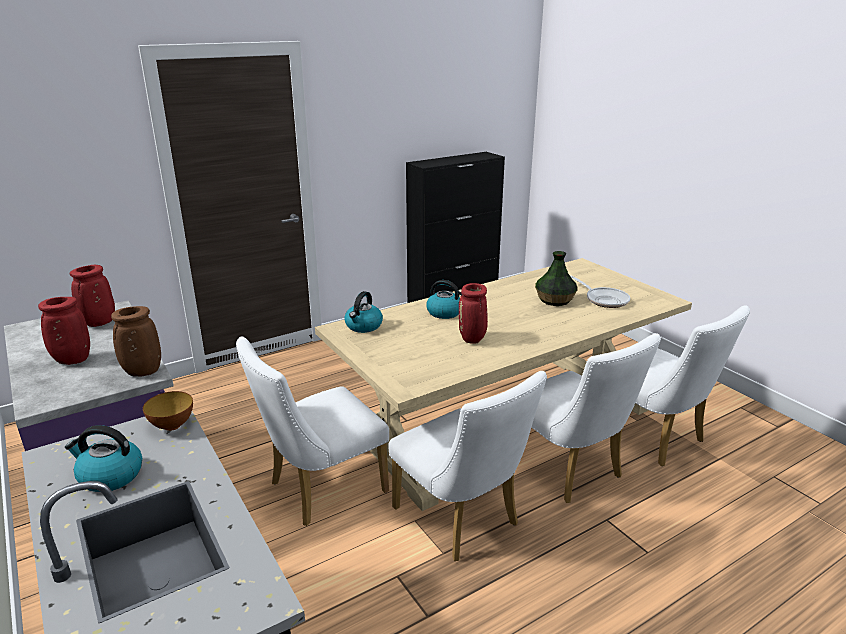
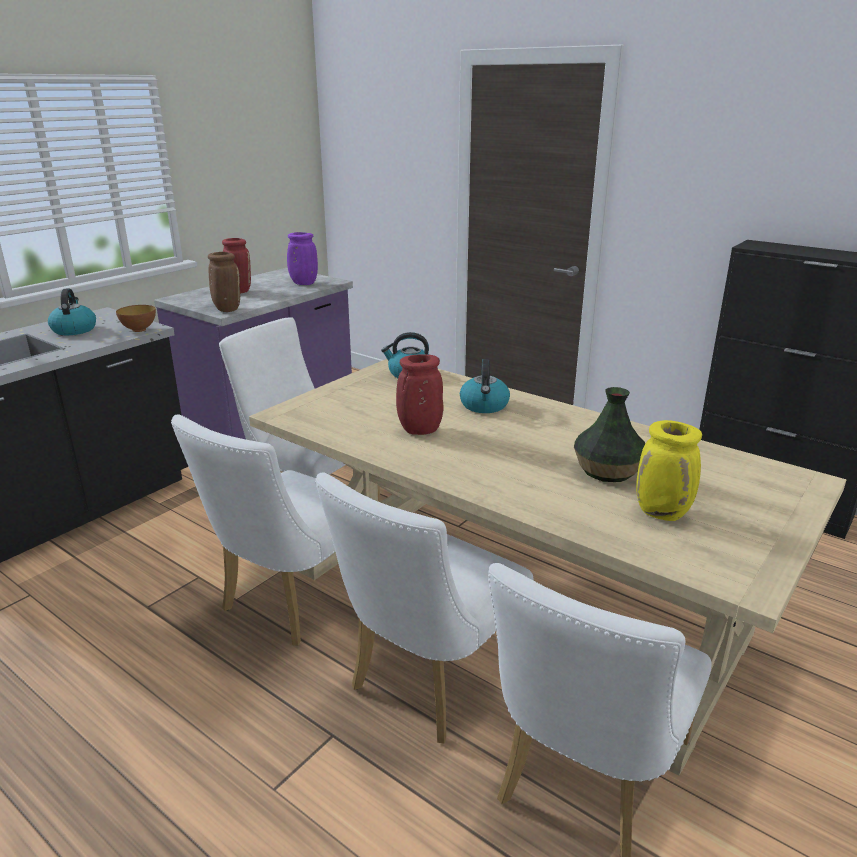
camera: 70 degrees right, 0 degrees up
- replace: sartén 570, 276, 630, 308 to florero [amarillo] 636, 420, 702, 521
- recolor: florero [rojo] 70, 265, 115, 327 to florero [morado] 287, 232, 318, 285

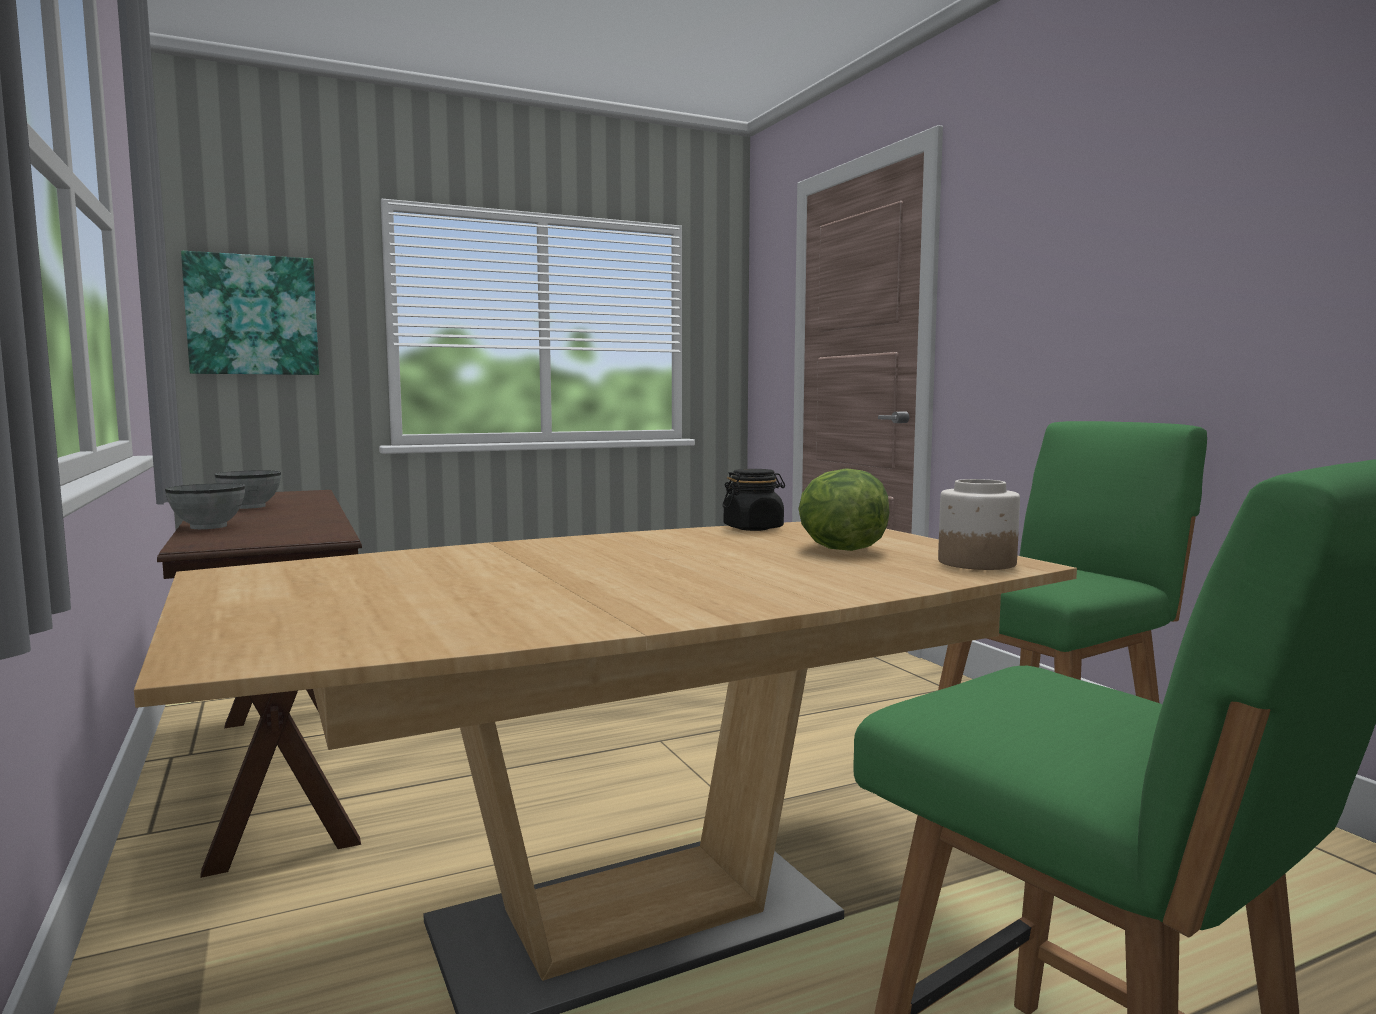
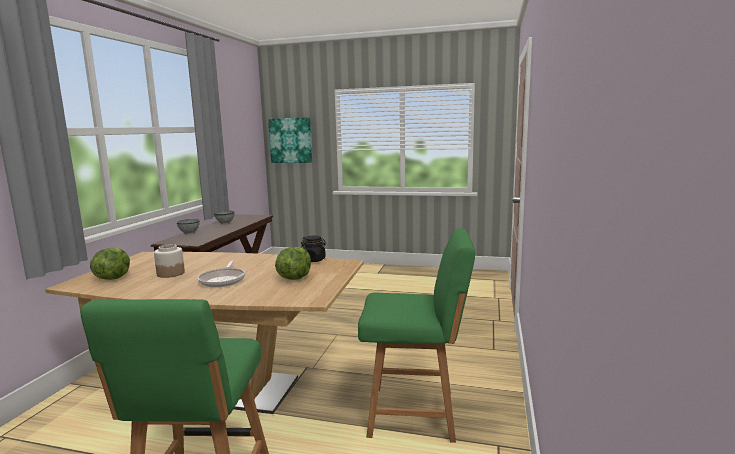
camera: 40 degrees right, 5 degrees up
- insert: lechuga 90, 248, 130, 280
- insert: sartén 198, 261, 245, 287
- move: tarro 938, 479, 1020, 570 to 154, 244, 185, 278

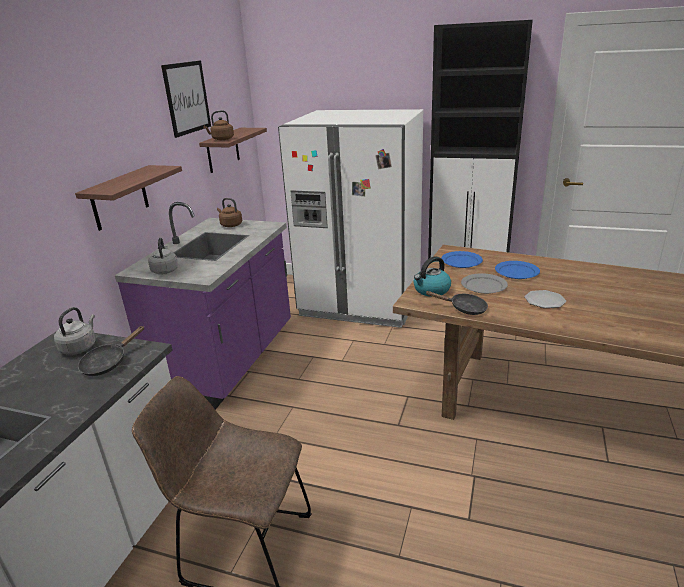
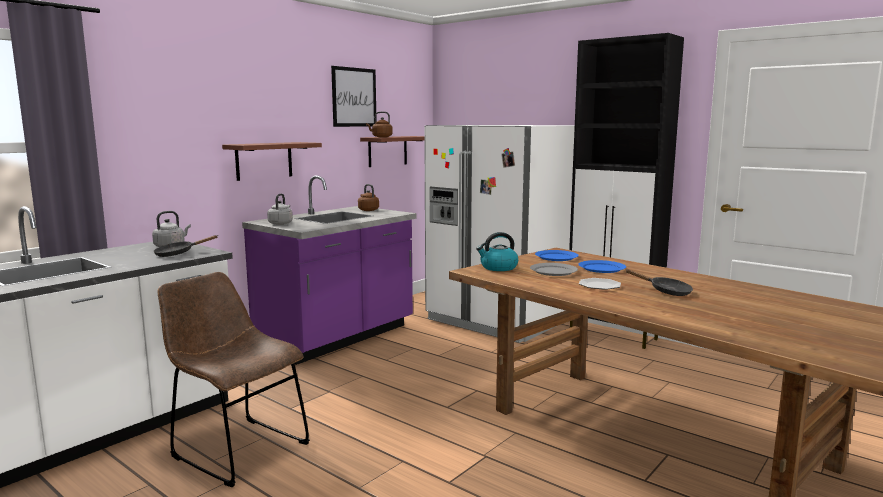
camera: 20 degrees right, 15 degrees down
- move: sartén [negro] 425, 291, 488, 315 to 626, 269, 693, 296

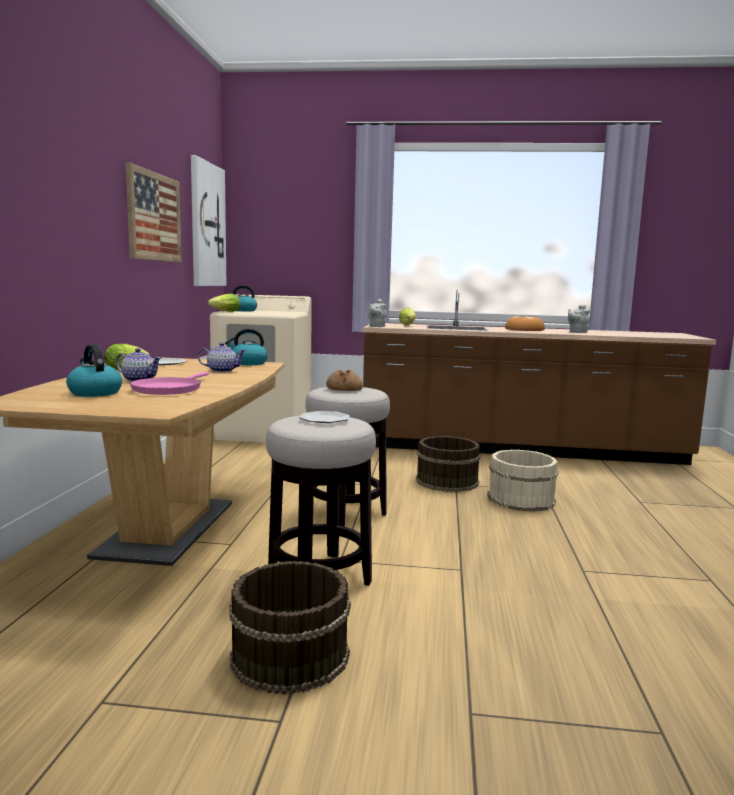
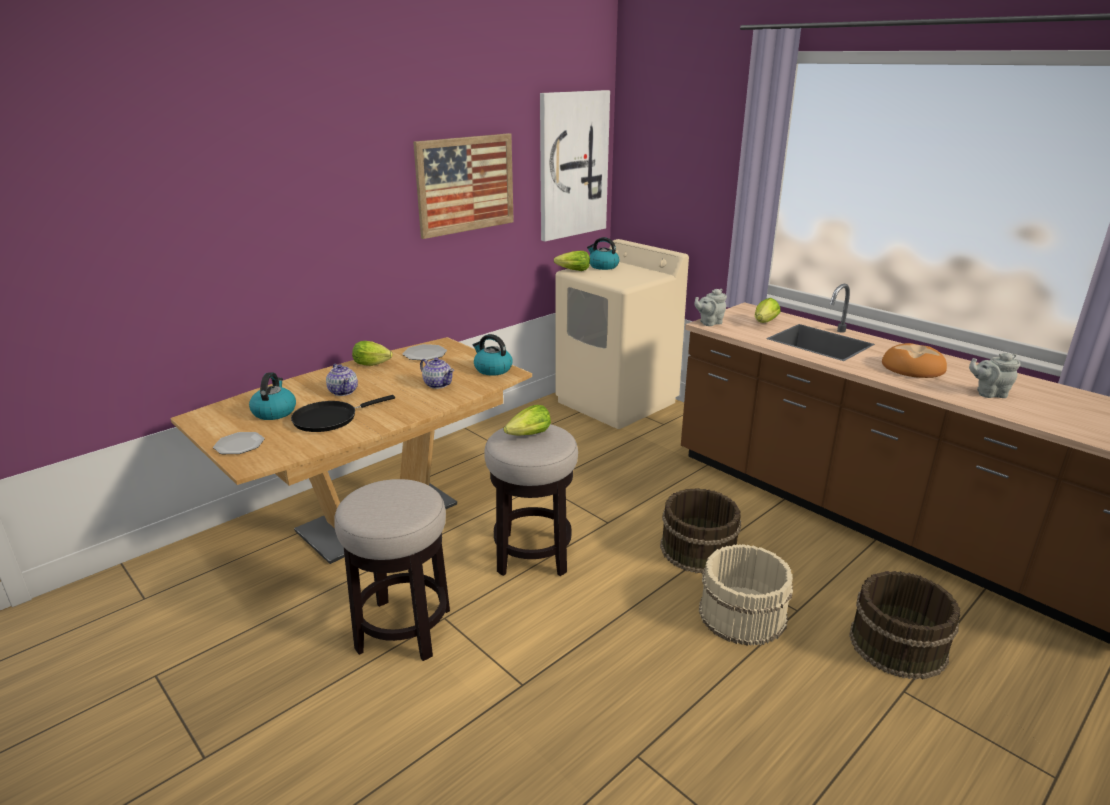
camera: 40 degrees right, 15 degrees up
- move: cubo [marrón] 229, 561, 351, 695 to 849, 571, 960, 680
- move: plato 299, 411, 350, 423 to 213, 432, 265, 454
- replace: pan 326, 370, 363, 391 to lechuga 504, 405, 551, 436
- recolor: sartén [rosa] 130, 372, 209, 395 to sartén [negro] 291, 395, 395, 432

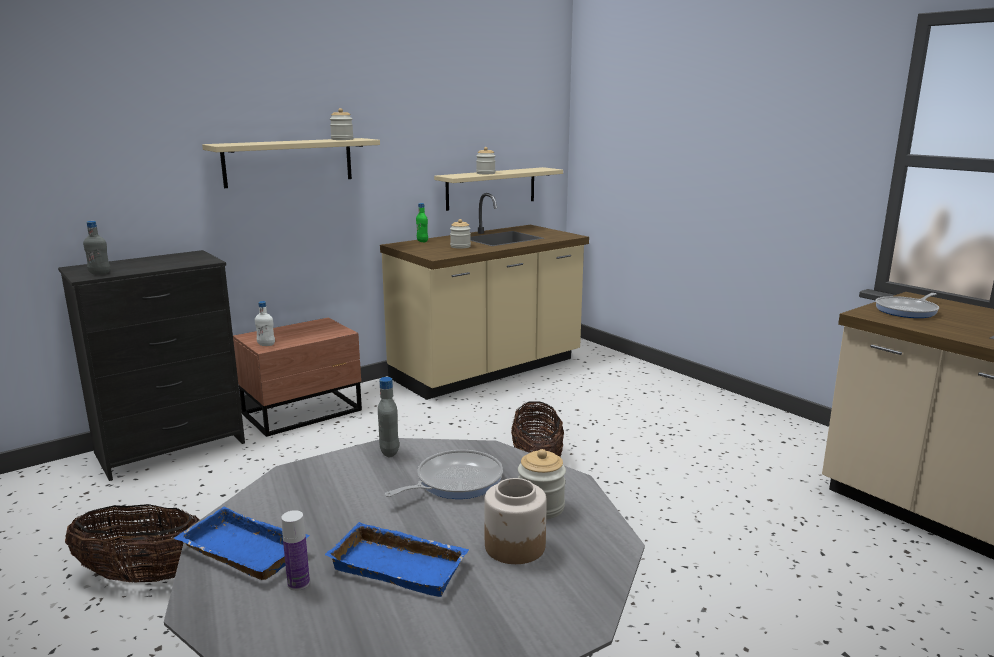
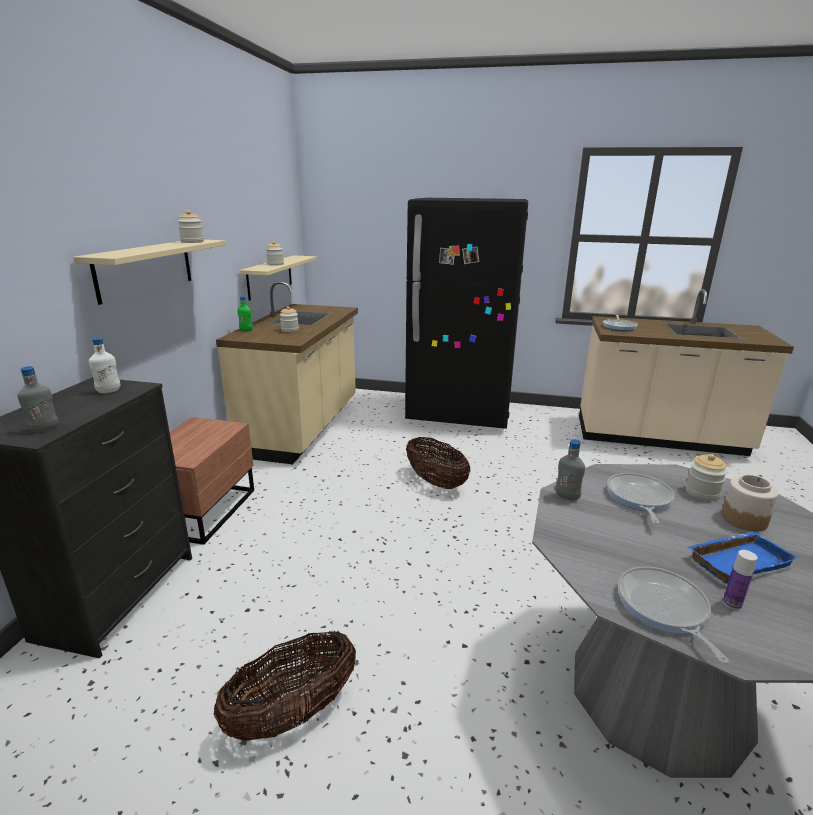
camera: 40 degrees left, 5 degrees up
- insert: nevera [negro] 405, 198, 528, 429
- move: botella [blanco] 255, 301, 275, 346 to 89, 337, 120, 393
- replace: bandeja [azul] 174, 507, 310, 580 to sartén 618, 566, 729, 664

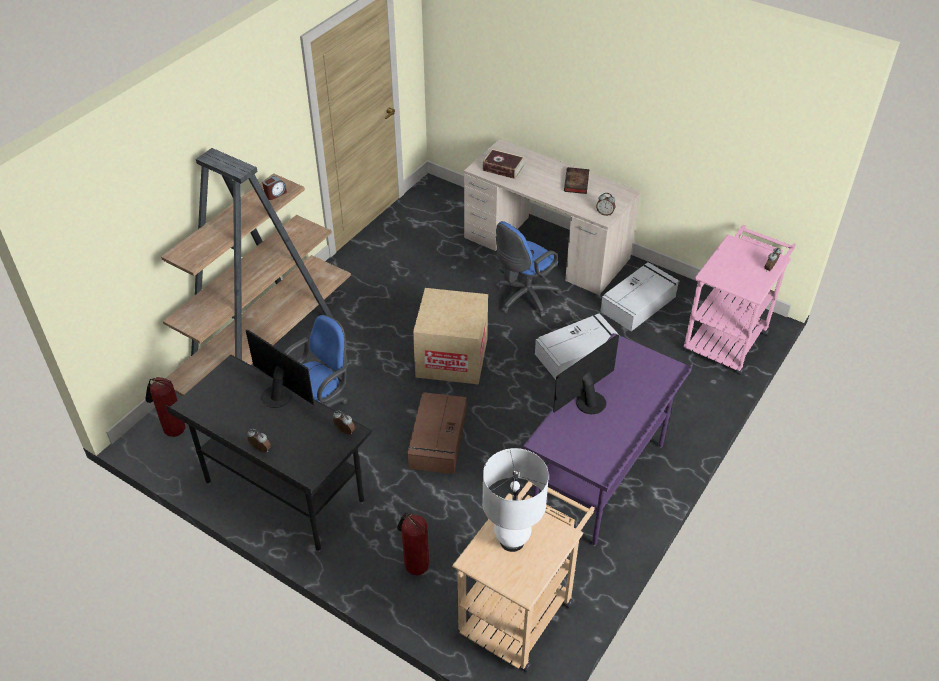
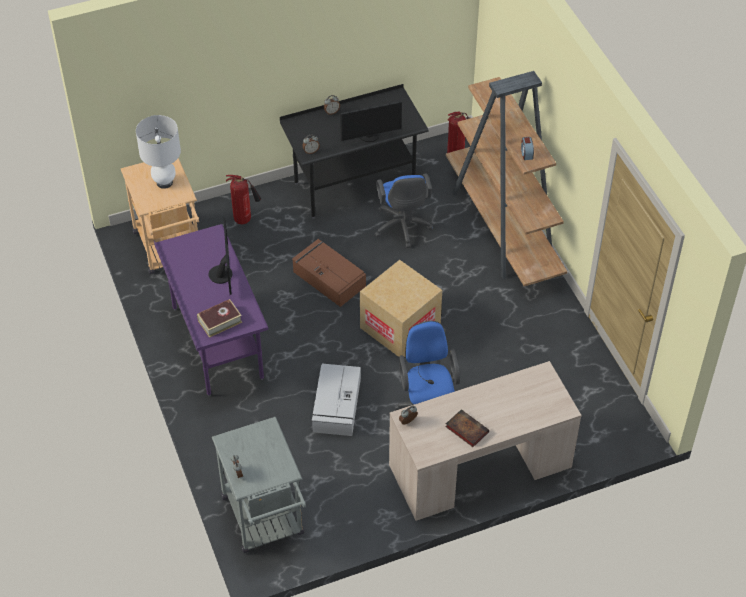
camera: 125 degrees right, 5 degrees up
- delete: caja de almacenaje [gris] 600, 262, 679, 331
- move: libro 483, 149, 525, 179 to 197, 299, 242, 338
- recolor: carrito [rosa] 682, 225, 796, 375 to carrito [gris] 212, 417, 306, 553

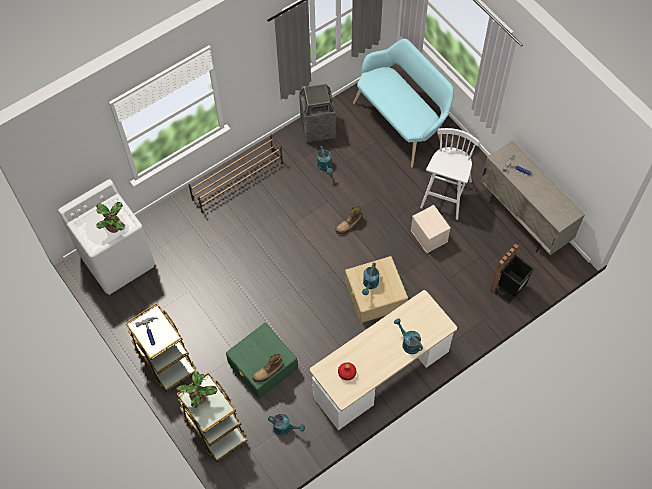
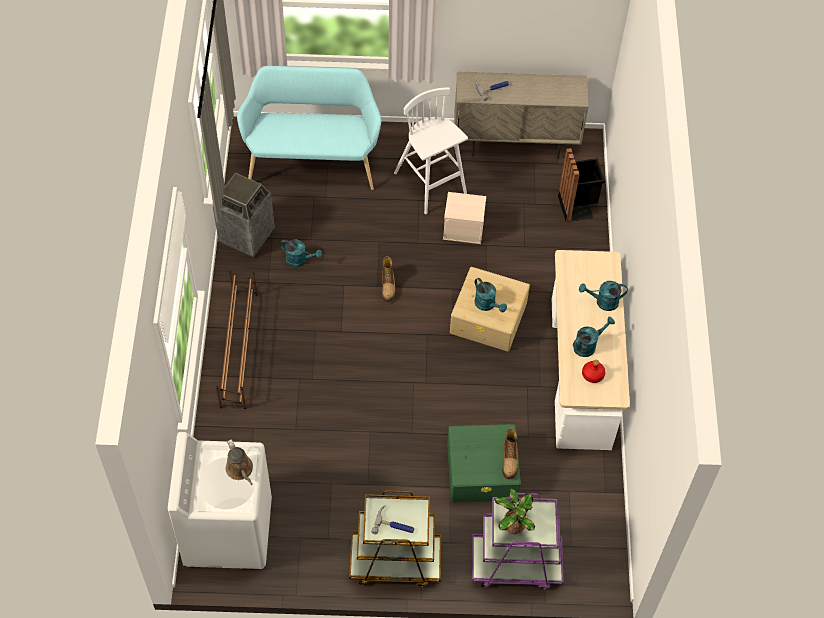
camera: 55 degrees left, 5 degrees down
- move: regadera [turquesa] 268, 414, 305, 435 to 573, 317, 615, 357
- replace: planta en maceta 96, 202, 125, 233 to regadera [marrón] 226, 439, 253, 485
- recolor: carrito [marrón] 177, 372, 247, 462 to carrito [morado] 472, 493, 564, 590

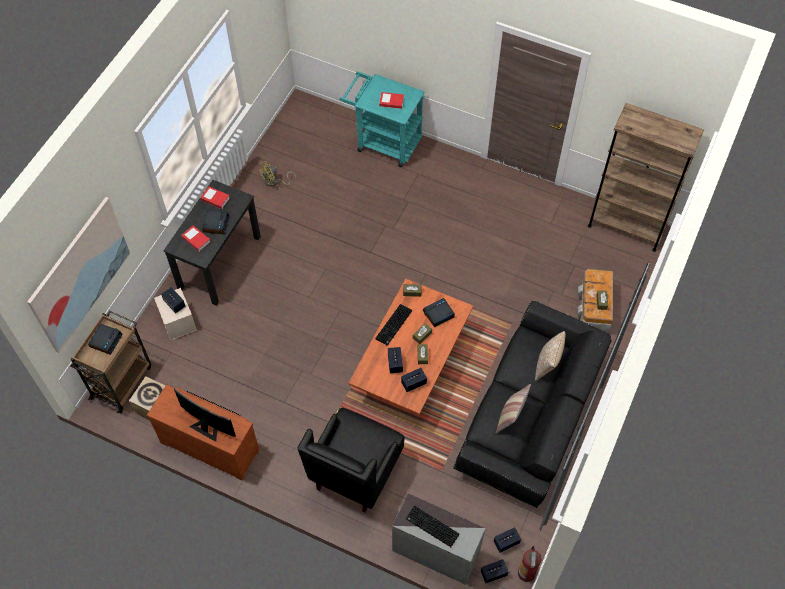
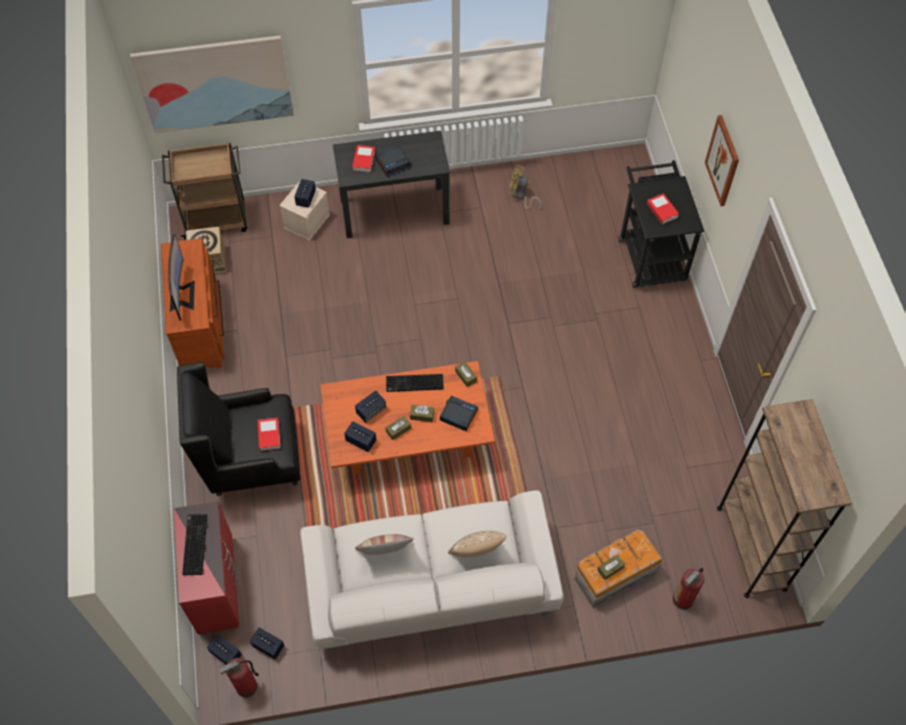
camera: 55 degrees right, 0 degrees up
- delete: despertador 88, 324, 123, 355
- insert: extintor 673, 568, 704, 610
- insert: cuadro 705, 115, 739, 206
- move: libro 201, 186, 230, 209 to 257, 418, 281, 451
- recolor: carrito [turquesa] 339, 71, 425, 167 to carrito [negro] 619, 160, 704, 288
- recolor: cómoda [gris] 392, 494, 486, 585 to cómoda [rojo] 174, 501, 239, 634
- recolor: sofá [negro] 453, 301, 612, 508 to sofá [blanco] 300, 490, 563, 652

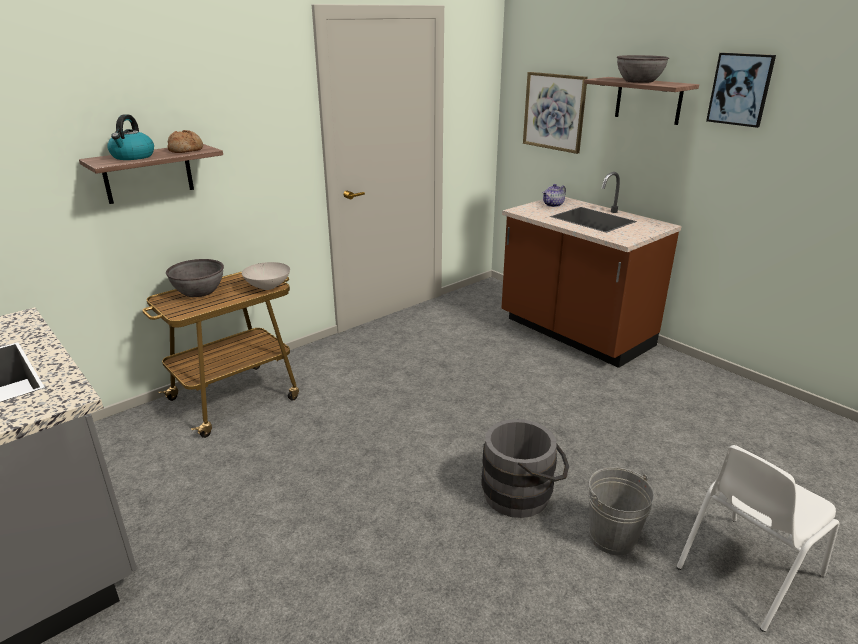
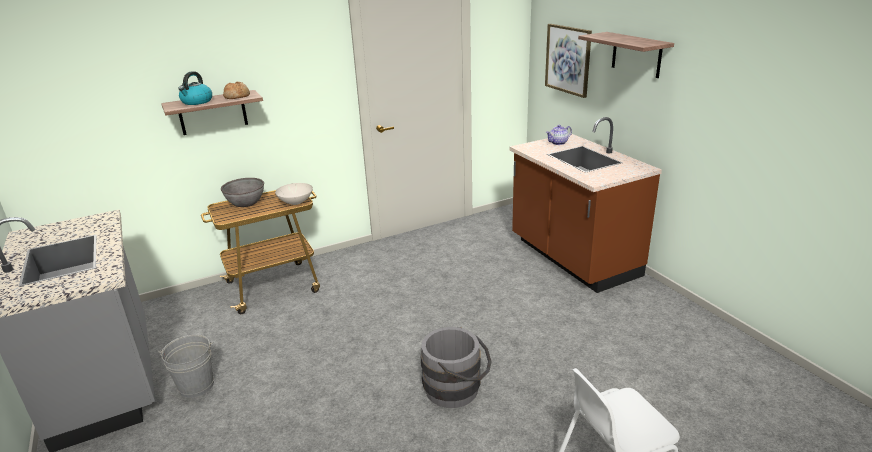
camera: 15 degrees right, 0 degrees up
- delete: cuenco [gris] 617, 55, 669, 83
- delete: cuadro 706, 53, 776, 128
- move: cubo [gris] 588, 467, 654, 555 to 158, 334, 214, 398

